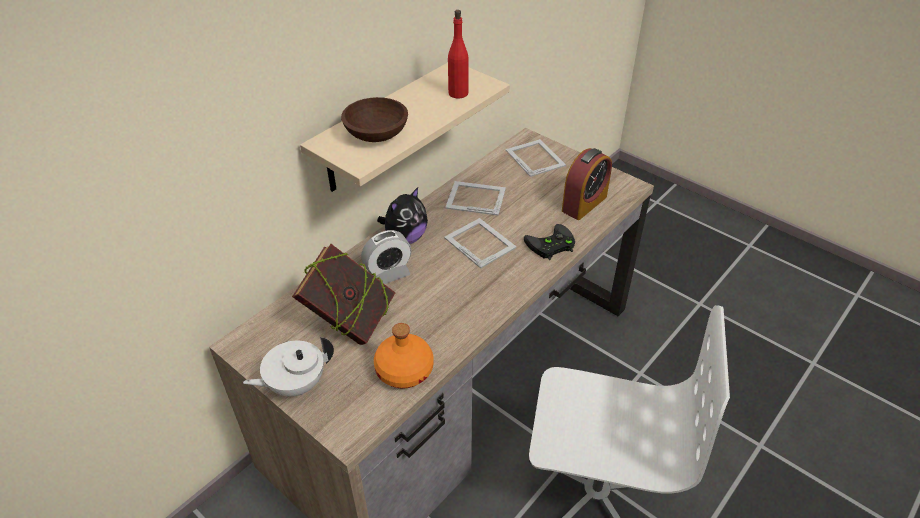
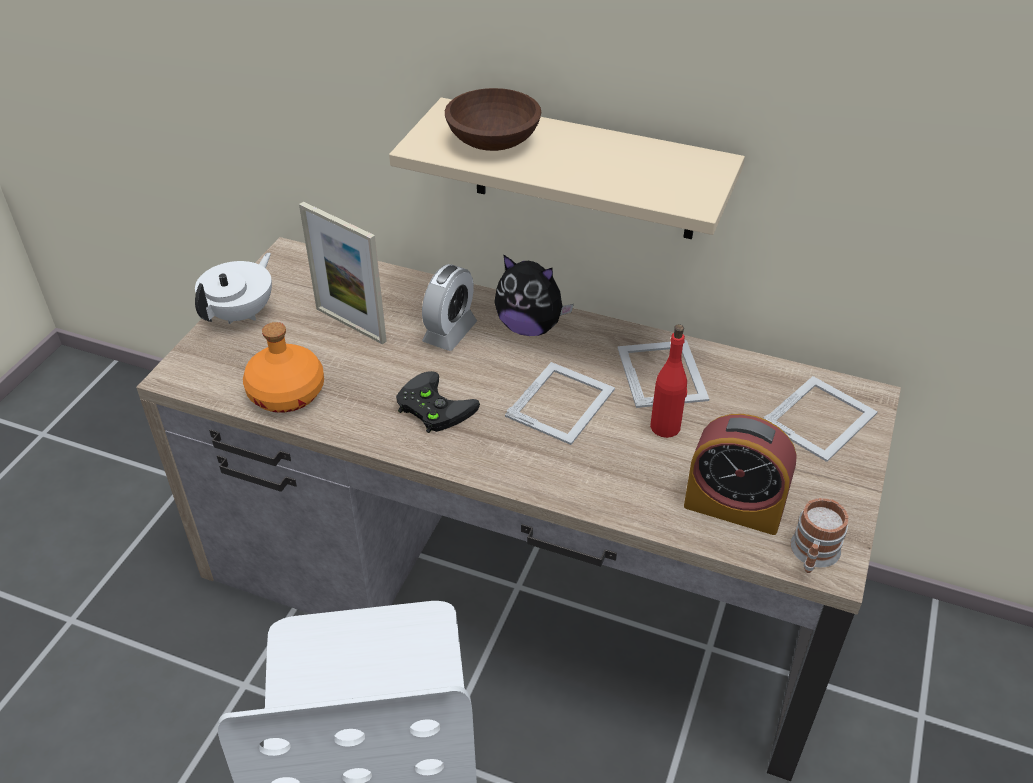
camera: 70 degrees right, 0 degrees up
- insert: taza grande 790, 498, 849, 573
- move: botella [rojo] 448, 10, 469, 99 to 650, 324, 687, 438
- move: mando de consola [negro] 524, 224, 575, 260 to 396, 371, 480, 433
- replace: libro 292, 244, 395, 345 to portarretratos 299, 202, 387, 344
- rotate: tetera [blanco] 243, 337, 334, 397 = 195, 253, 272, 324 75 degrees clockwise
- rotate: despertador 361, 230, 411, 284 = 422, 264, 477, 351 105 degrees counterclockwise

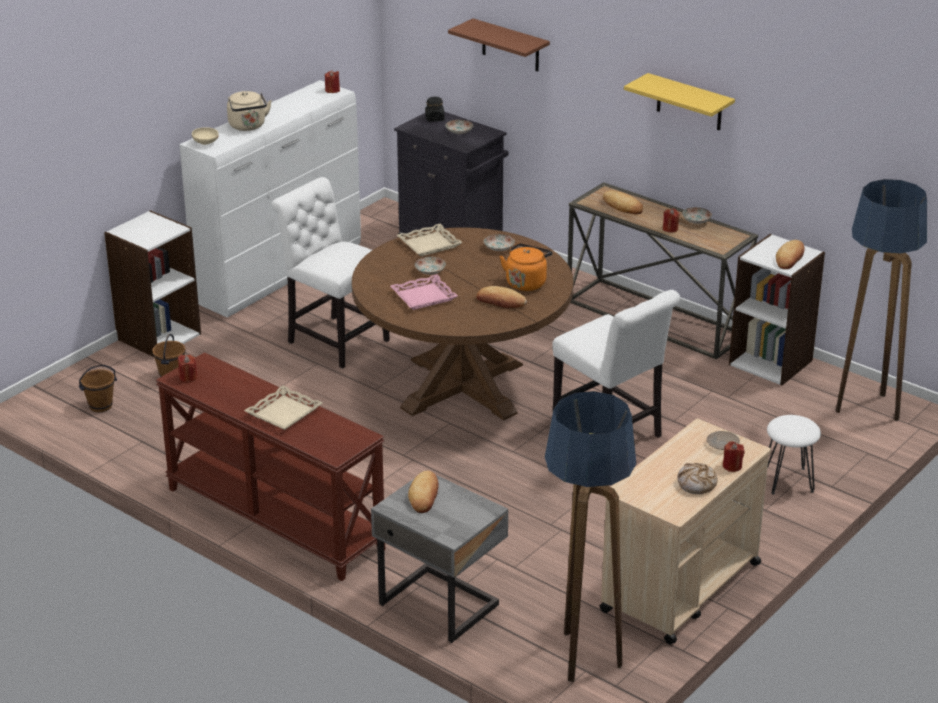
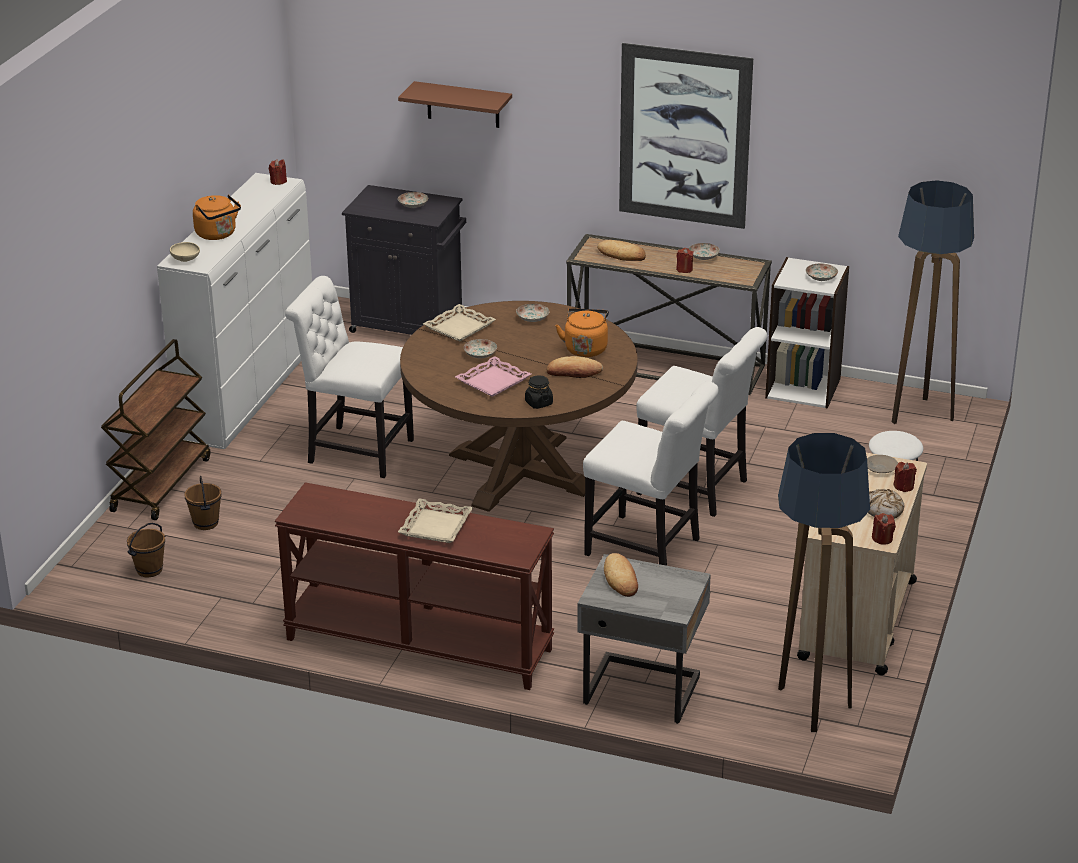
camera: 20 degrees left, 0 degrees up
- insert: silla [blanco] 583, 381, 719, 566
- move: vela [rojo] 178, 355, 197, 382 to 872, 513, 896, 545
- move: tarro [negro] 425, 97, 444, 122 to 525, 375, 553, 409
- replace: estantería [blanco] 104, 210, 201, 357 to carrito [marrón] 101, 339, 210, 520
- replace: estante [amarillo] 624, 73, 735, 130 to cuadro 619, 43, 753, 229
- replace: pan 776, 240, 805, 269 to plato 806, 263, 838, 281
- recolor: hervidor [beis] 227, 91, 272, 131 to hervidor [naranja] 193, 195, 241, 240

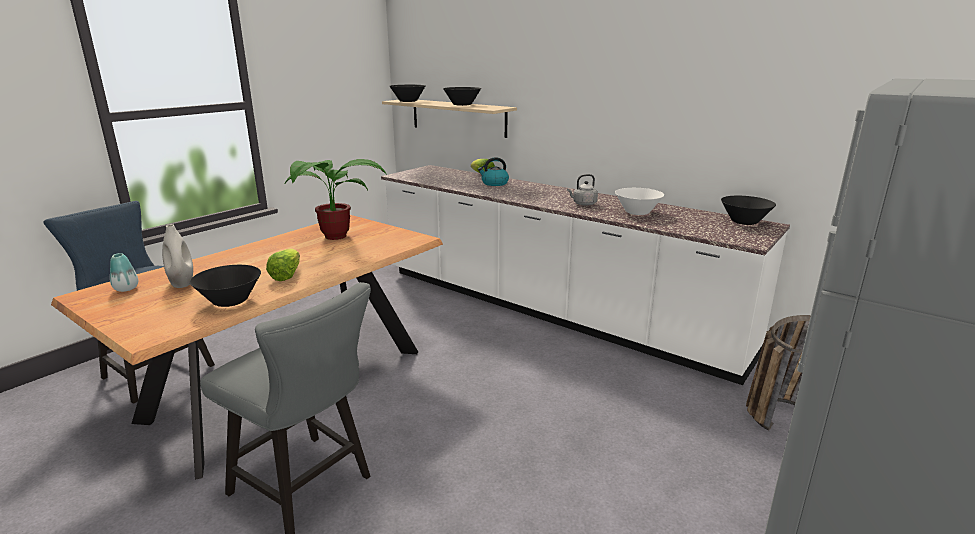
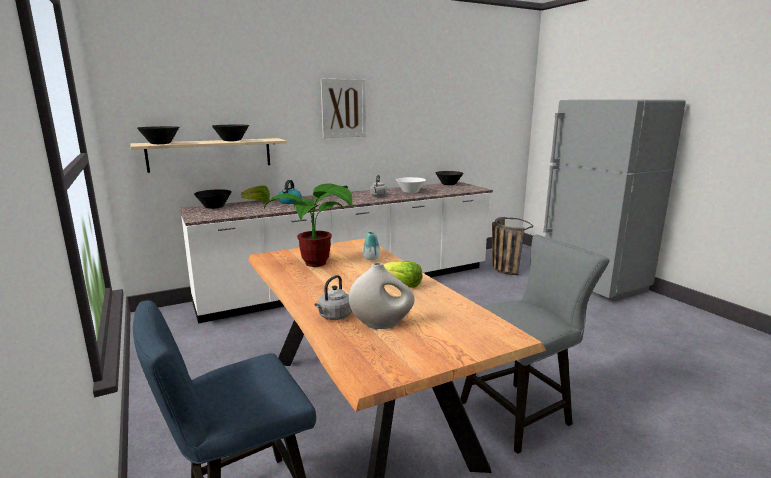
camera: 65 degrees left, 5 degrees down
- insert: hervidor [gris] 315, 275, 352, 320
- insert: cuadro 321, 79, 366, 138
- move: florero 110, 253, 138, 292 to 363, 232, 380, 260
- move: cuenco [negro] 190, 265, 261, 307 to 194, 189, 232, 209

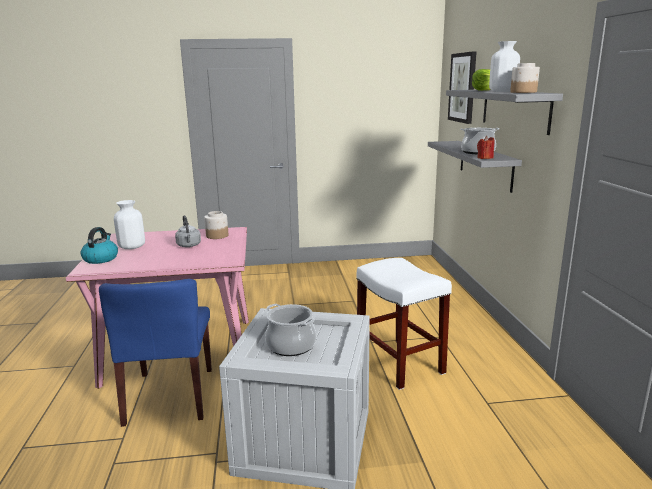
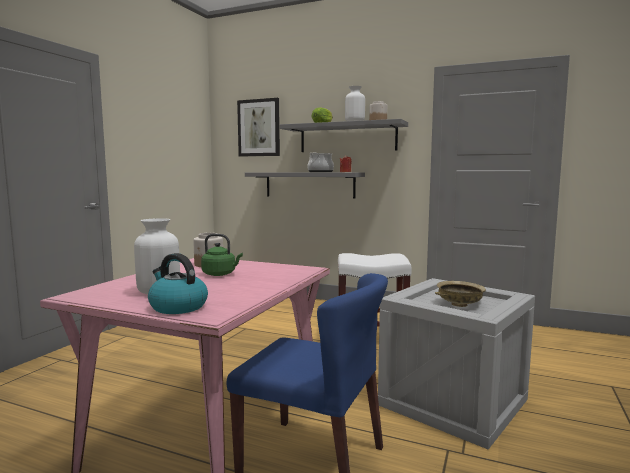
camera: 60 degrees left, 10 degrees down
- replace: olla 265, 304, 316, 356 to cuenco [beis] 435, 281, 486, 307
- recolor: hervidor [gris] 175, 215, 201, 247 to hervidor [verde] 201, 234, 243, 276

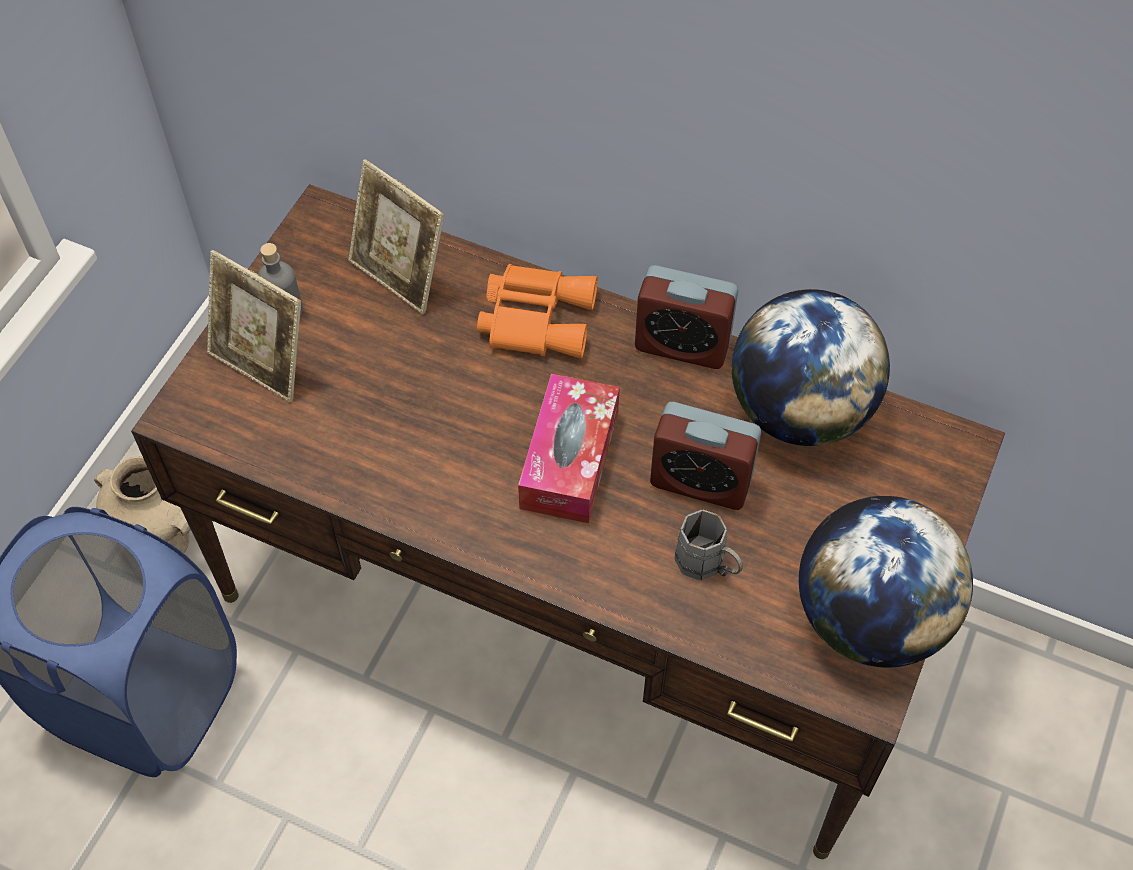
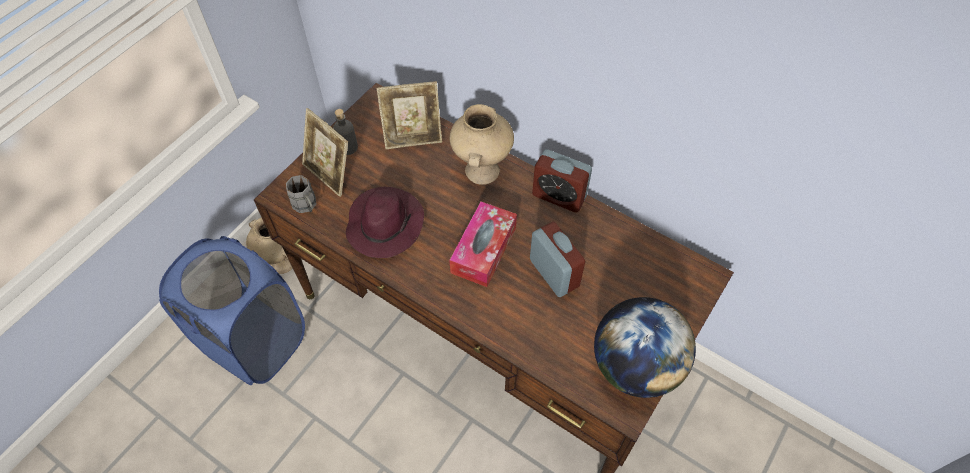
camera: 10 degrees right, 0 degrees up
- delete: globo terráqueo 732, 289, 890, 446
- insert: sombrero [morado] 346, 187, 424, 258
- move: taza grande [gris] 674, 510, 743, 580 to 286, 175, 316, 213
- replace: prismáticos [naranja] 477, 264, 598, 359 to florero [beis] 450, 104, 514, 185
- rotate: portarretratos 348, 159, 444, 314 = 377, 81, 442, 149 60 degrees counterclockwise
- rotate: despertador 650, 402, 761, 510 = 530, 222, 585, 297 150 degrees counterclockwise

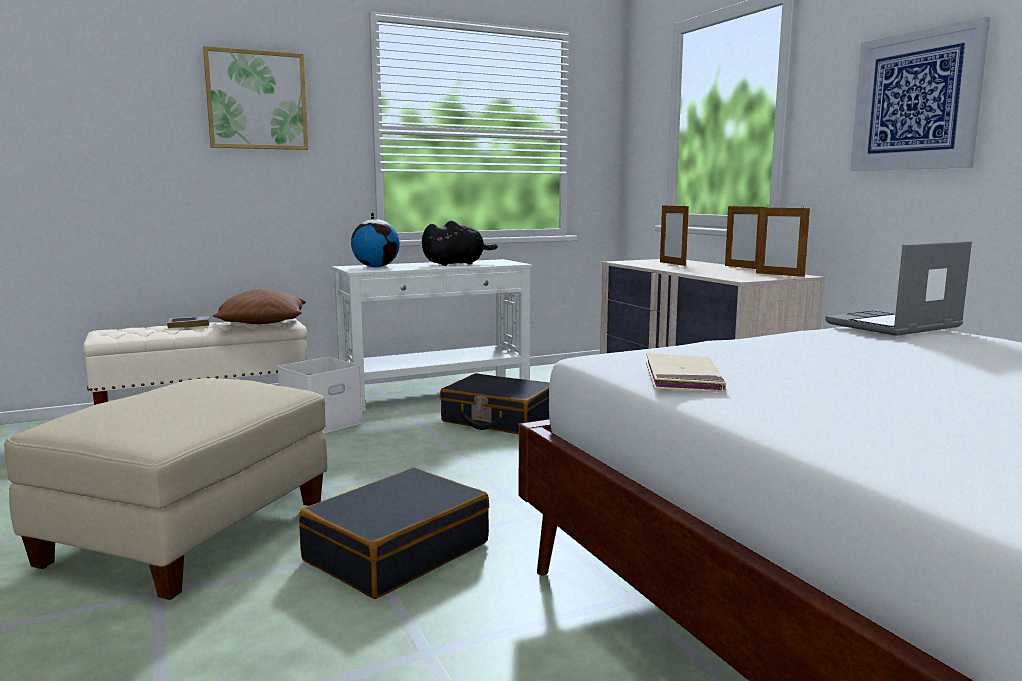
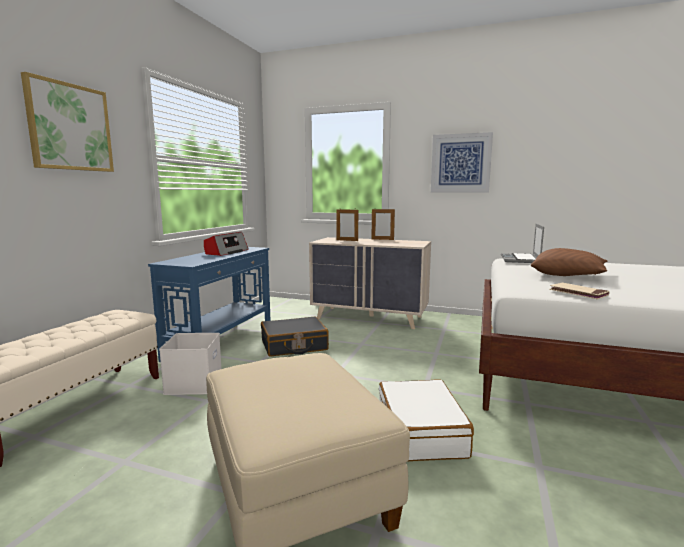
camera: 45 degrees left, 0 degrees up
- delete: libro 167, 316, 210, 328
- delete: globo terráqueo 351, 212, 400, 267
- delete: portarretratos 756, 207, 810, 277
- move: cojín [marrón] 213, 289, 306, 324 to 531, 248, 608, 276
- replace: peluche [negro] 422, 221, 498, 266 to radio 204, 232, 249, 256
- recolor: maleta [negro] 299, 468, 489, 599 to maleta [blanco] 379, 380, 474, 462
- recolor: mesa consola [blanco] 332, 259, 532, 412 to mesa consola [azul] 148, 247, 271, 362

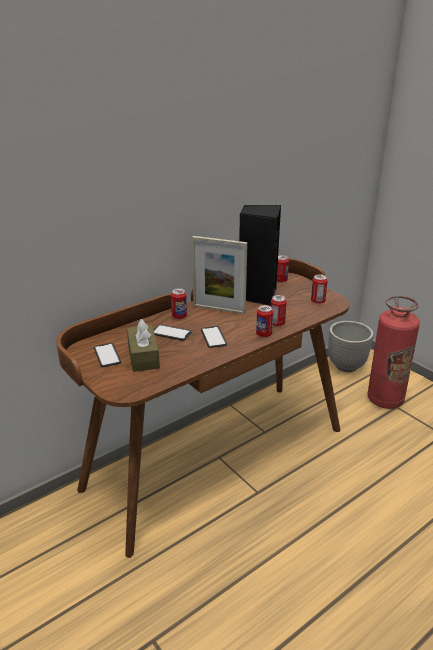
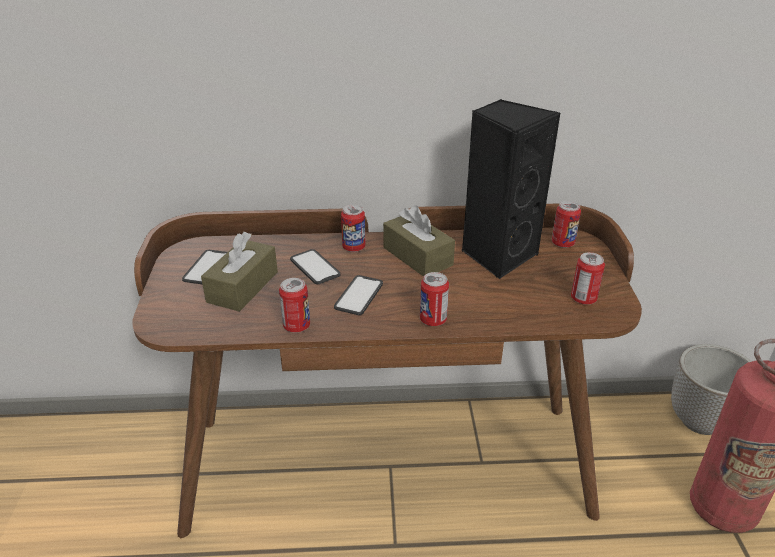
camera: 35 degrees right, 5 degrees up
- move: lata 271, 295, 287, 327 to 279, 278, 310, 332
- replace: portarretratos 192, 236, 248, 314 to caja de pañuelos [marrón] 383, 205, 455, 277

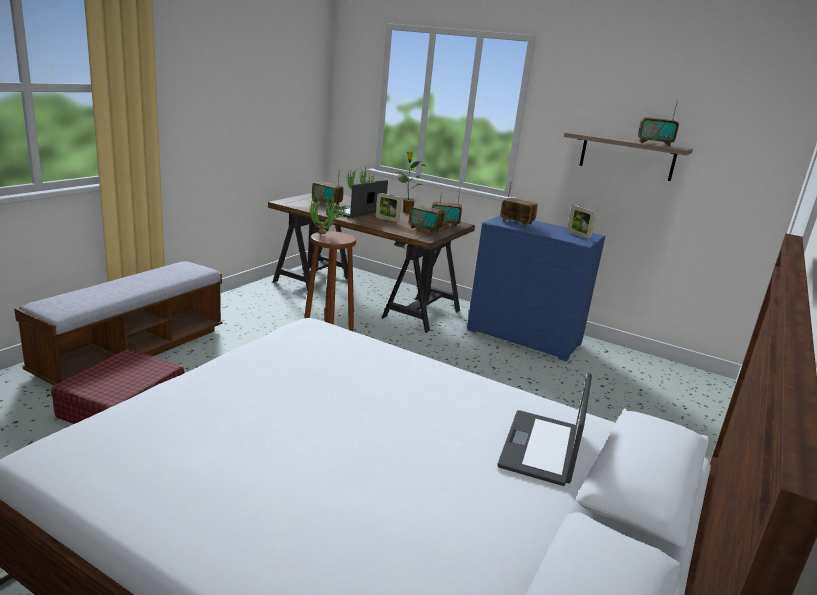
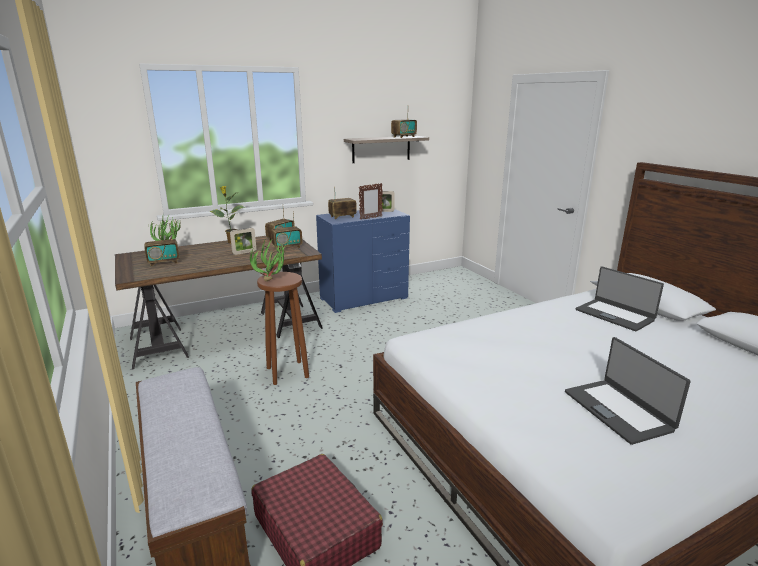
camera: 55 degrees left, 0 degrees up
- insert: portarretratos 359, 183, 383, 220
- move: portátil 333, 180, 388, 218 to 565, 337, 691, 445

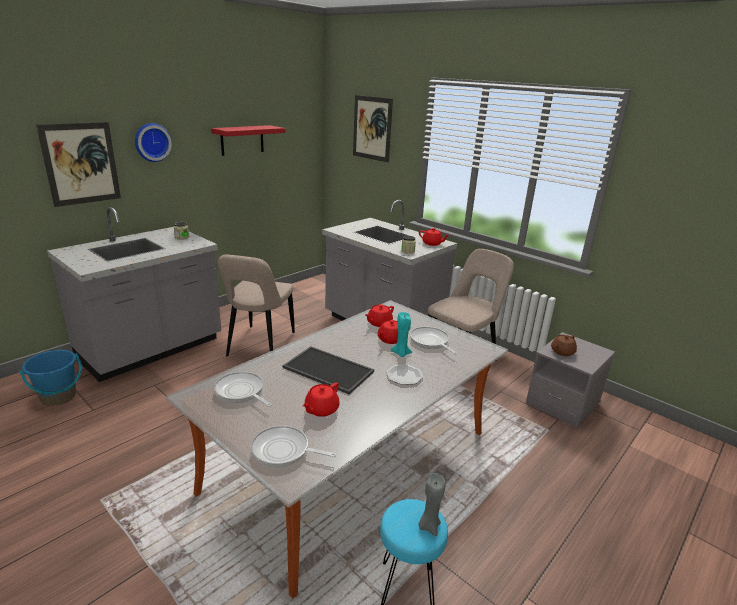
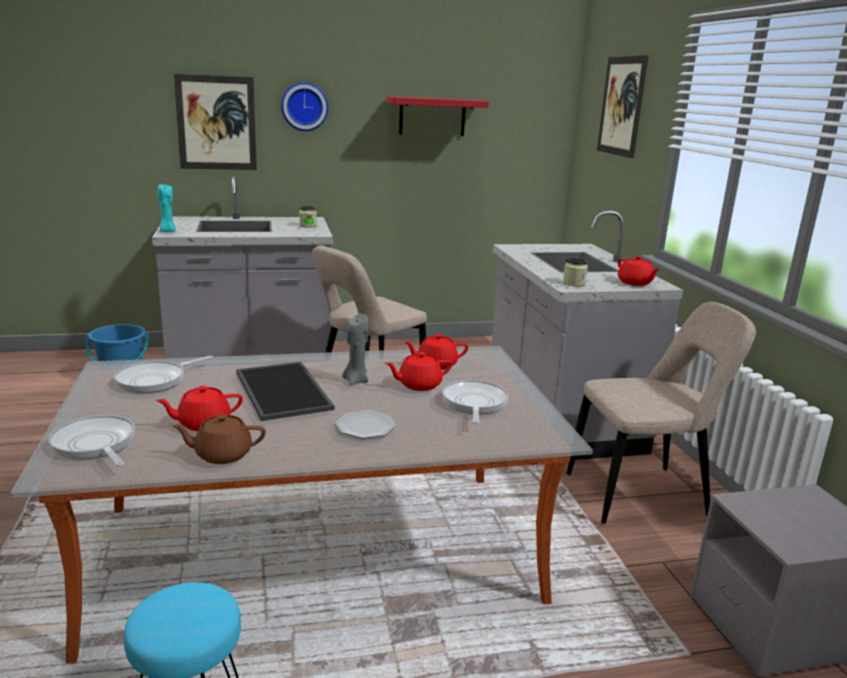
camera: 35 degrees right, 5 degrees down
- move: vela [turquesa] 391, 312, 412, 357 to 158, 184, 176, 232
- move: vela [gris] 418, 473, 446, 536 to 342, 314, 368, 385
- move: tetera [marrón] 551, 335, 577, 356 to 172, 414, 266, 464
- rotate: sartén 214, 372, 272, 407 = 114, 356, 213, 393 120 degrees counterclockwise

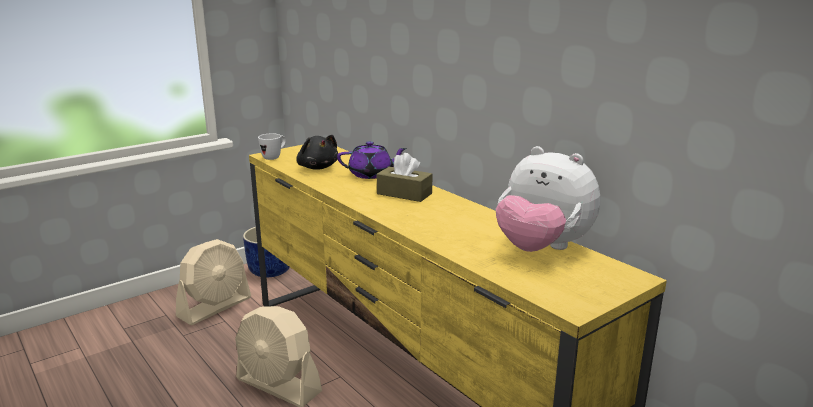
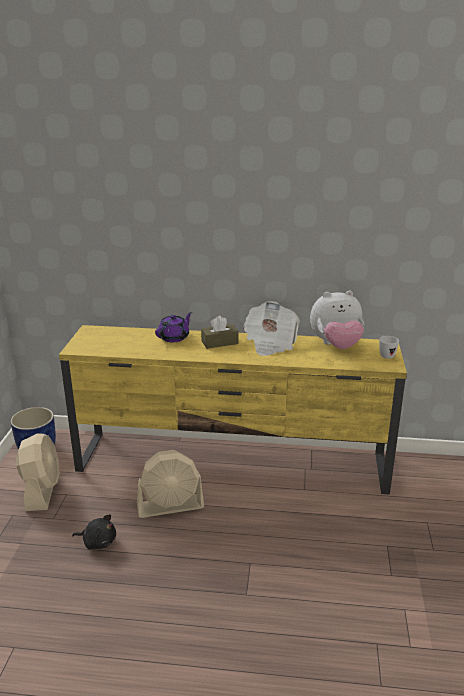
camera: 45 degrees left, 5 degrees up
- insert: periódico 243, 301, 300, 356
- move: taza grande [blanco] 258, 133, 286, 160 to 379, 336, 399, 359
- move: peluche [negro] 296, 135, 338, 170 to 72, 514, 116, 550

